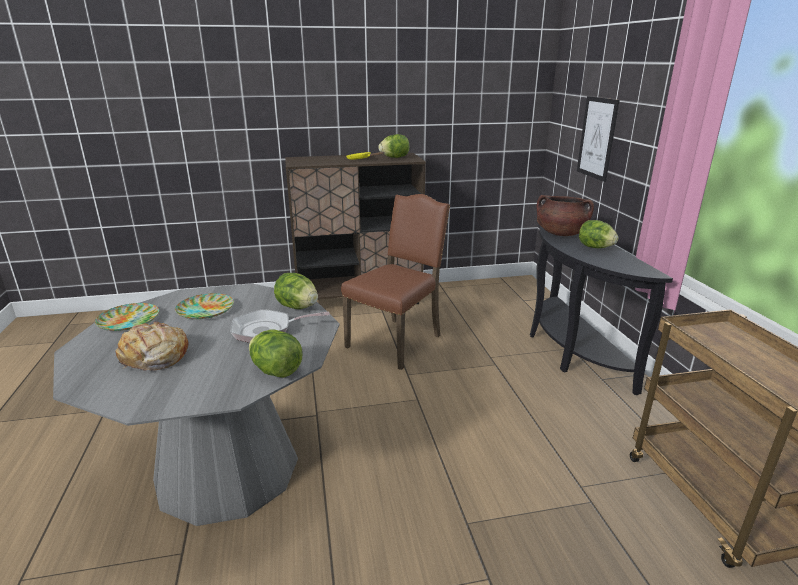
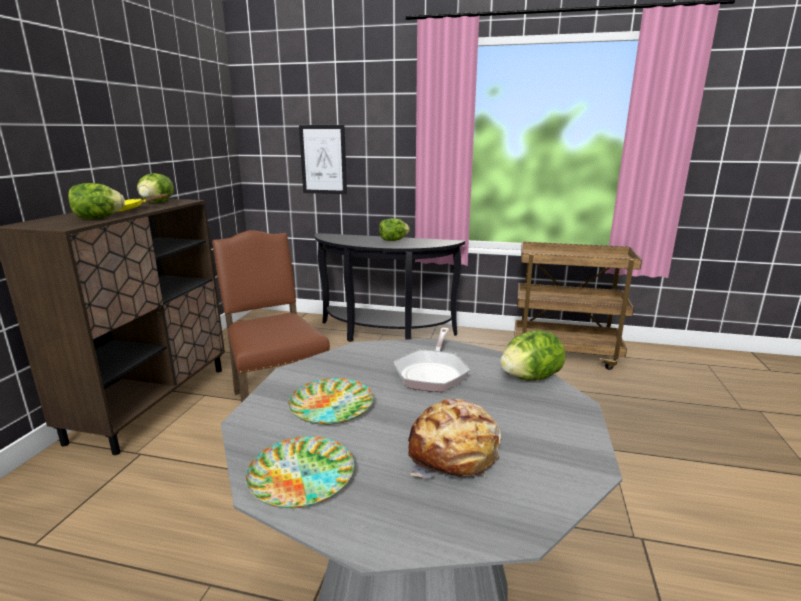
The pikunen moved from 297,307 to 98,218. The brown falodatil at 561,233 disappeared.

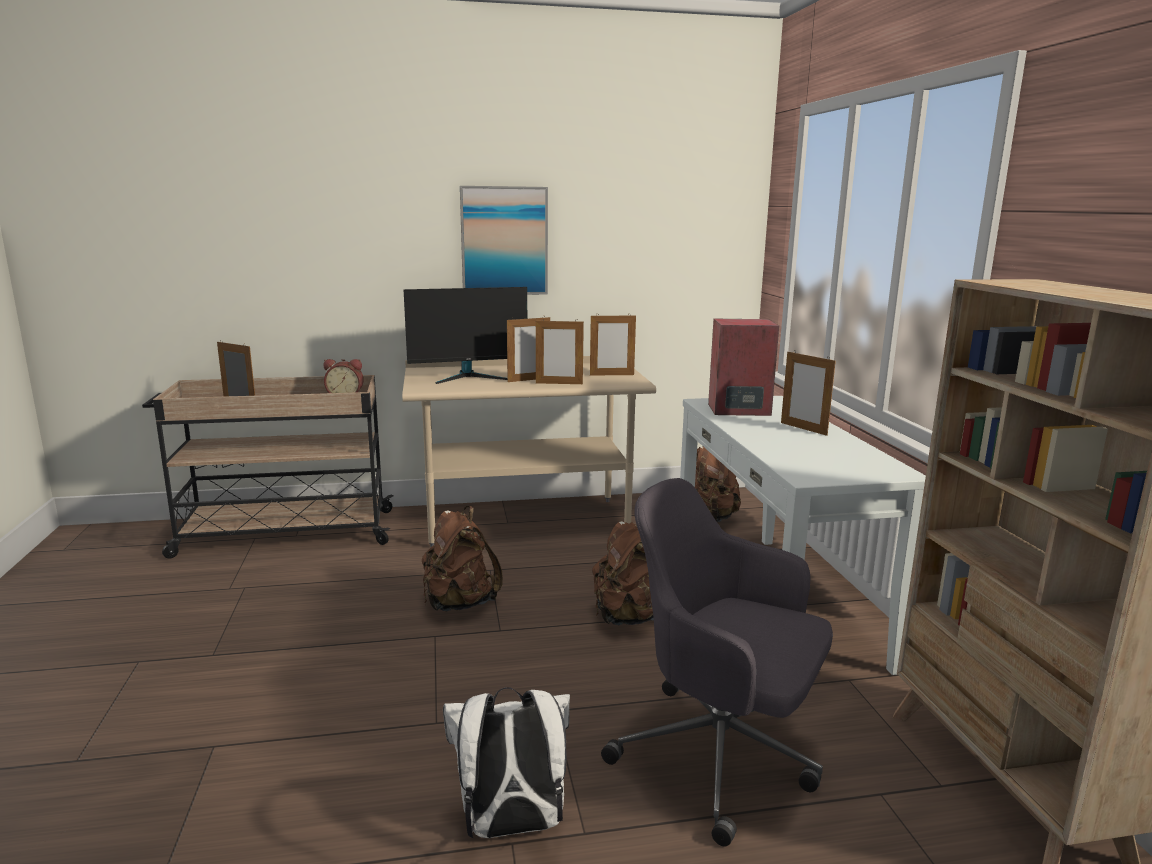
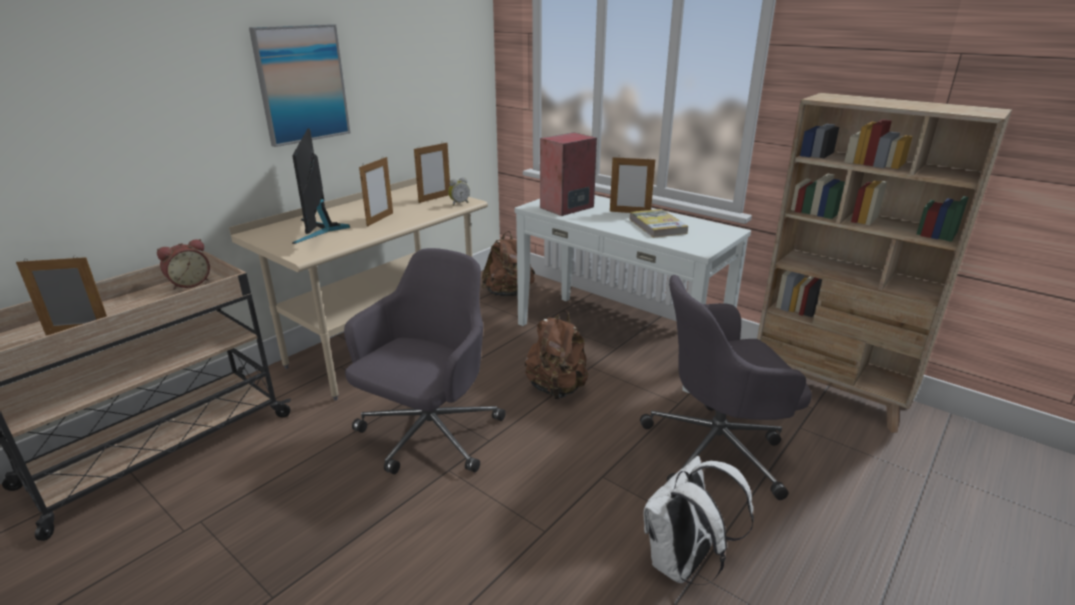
The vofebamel at 469,377 turned 135 degrees clockwise. The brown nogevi at 459,603 was replaced by the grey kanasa at 429,435. The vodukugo at 459,203 appeared. The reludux at 657,226 appeared. The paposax at 559,383 disappeared.

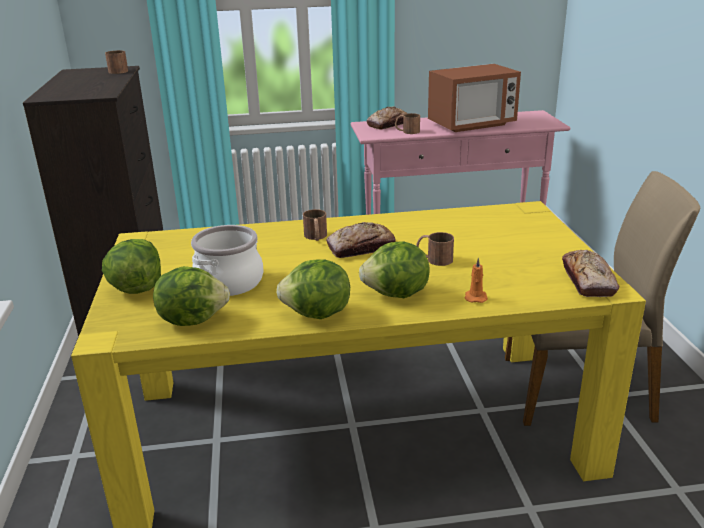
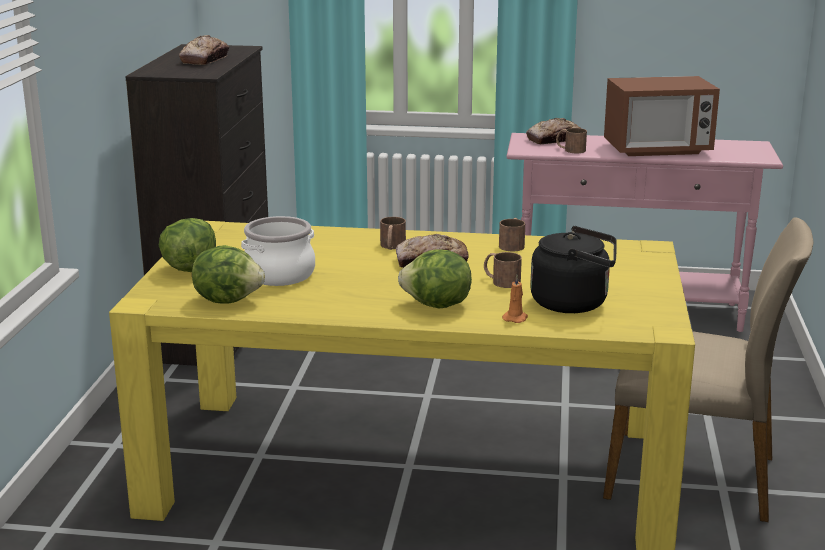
The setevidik moved from 588,281 to 205,59. The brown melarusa moved from 119,70 to 512,244. The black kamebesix at 574,303 appeared. The pikunen at 317,315 disappeared.

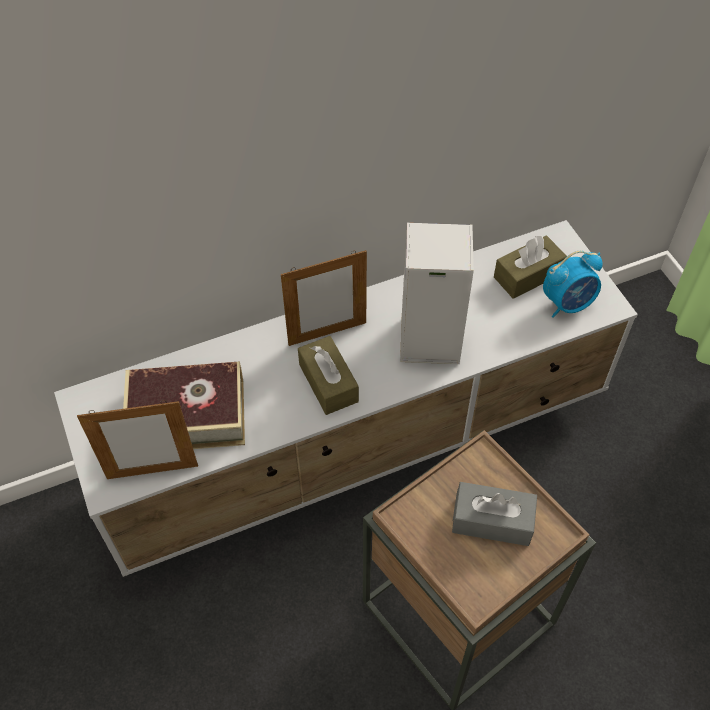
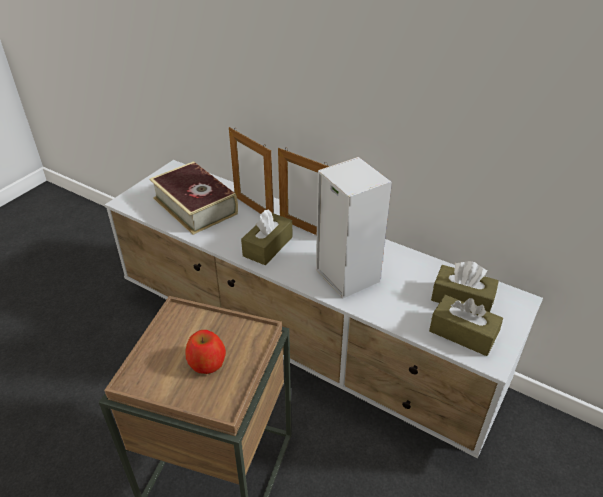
The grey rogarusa at 492,521 was replaced by the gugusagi at 207,362. The paposax moved from 152,472 to 253,208. The vodukugo at 568,304 was replaced by the brown rogarusa at 463,333.

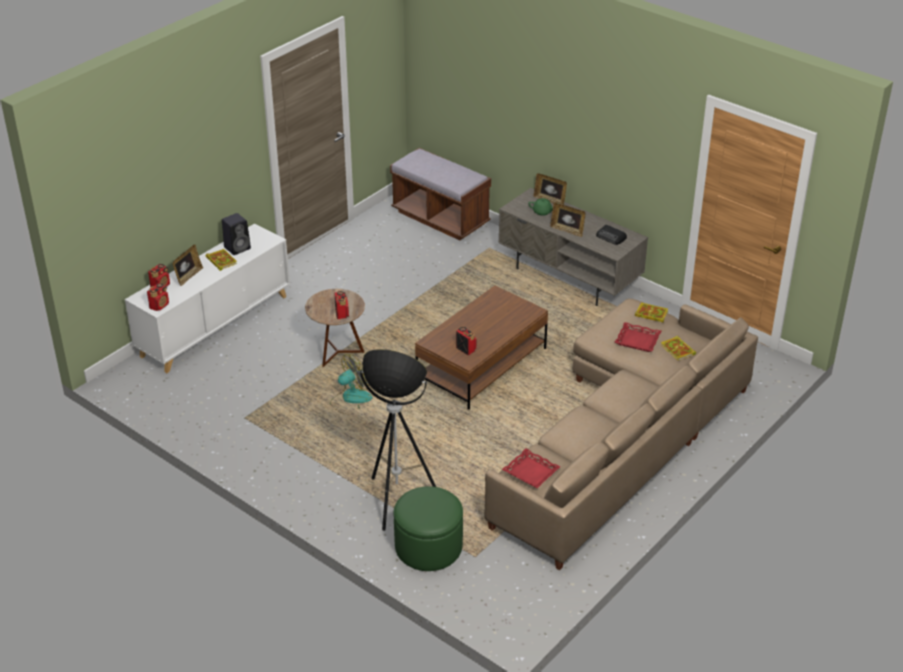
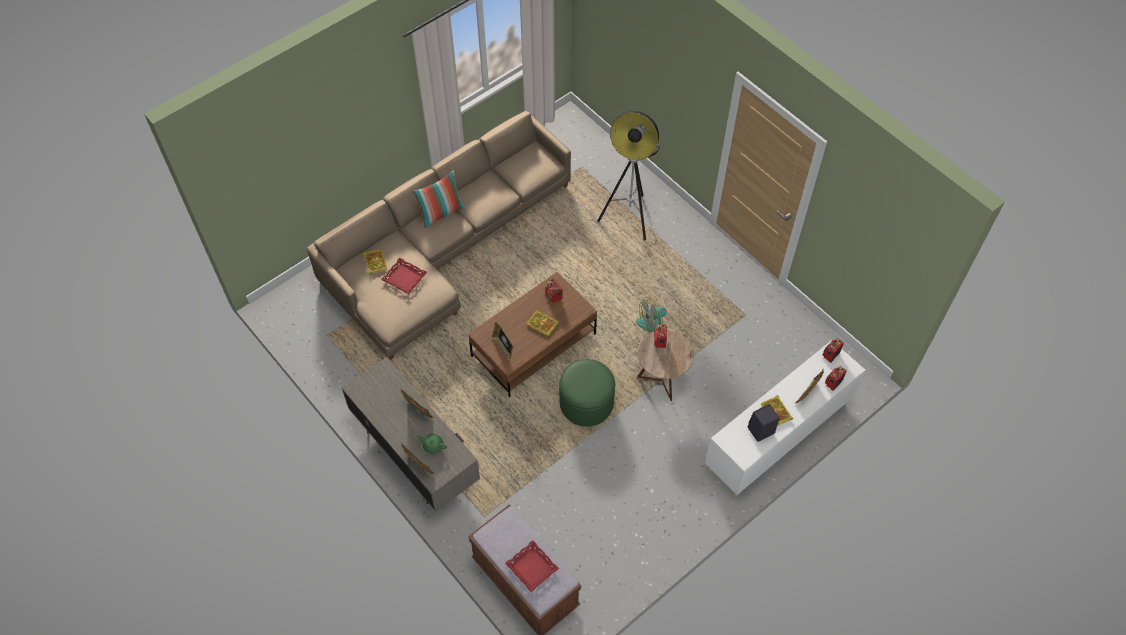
The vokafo at 441,213 appeared. The paposax at 503,348 appeared. The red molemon moved from 531,472 to 531,567. The reludux moved from 650,314 to 543,324. The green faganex moved from 428,547 to 586,403. The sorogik at 611,237 disappeared.

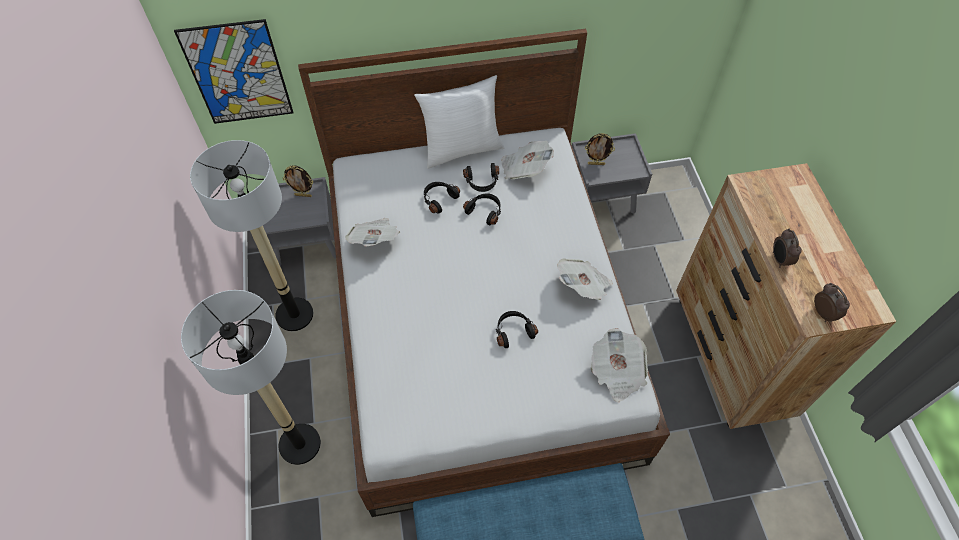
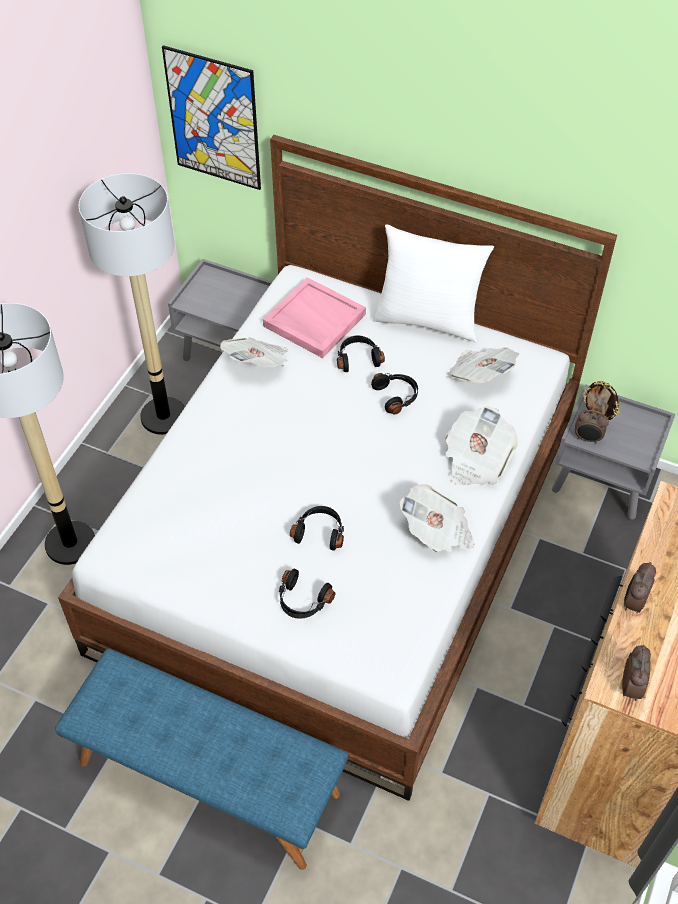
The pink molemon at 313,320 appeared. The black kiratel moved from 482,182 to 302,601. The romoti moved from 617,372 to 476,460. The vodukugo at 587,439 appeared. The paposax at 303,195 disappeared.

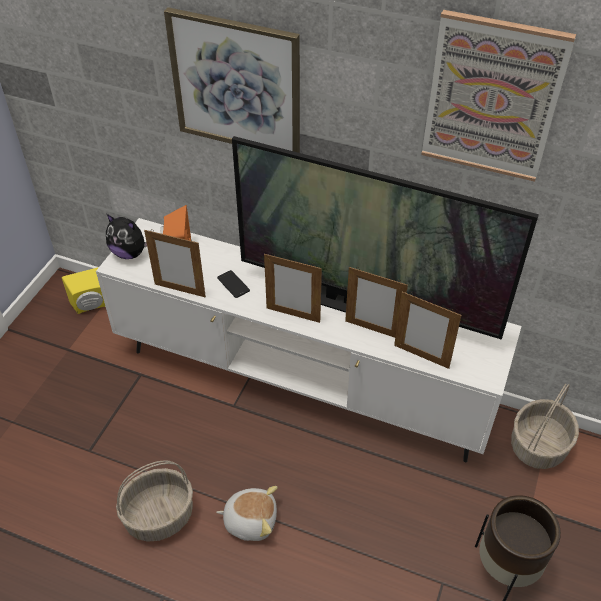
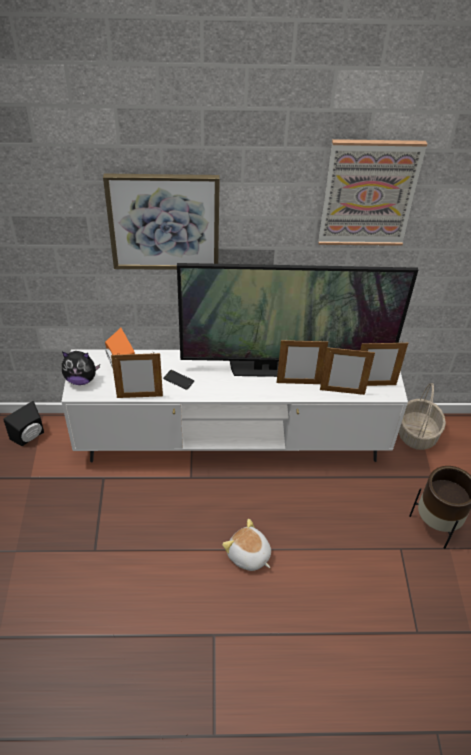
The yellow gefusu at 91,306 became the black gefusu at 30,436. The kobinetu at 250,520 turned 120 degrees counterclockwise. The paposax moved from 293,315 to 374,385. The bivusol at 160,515 disappeared.

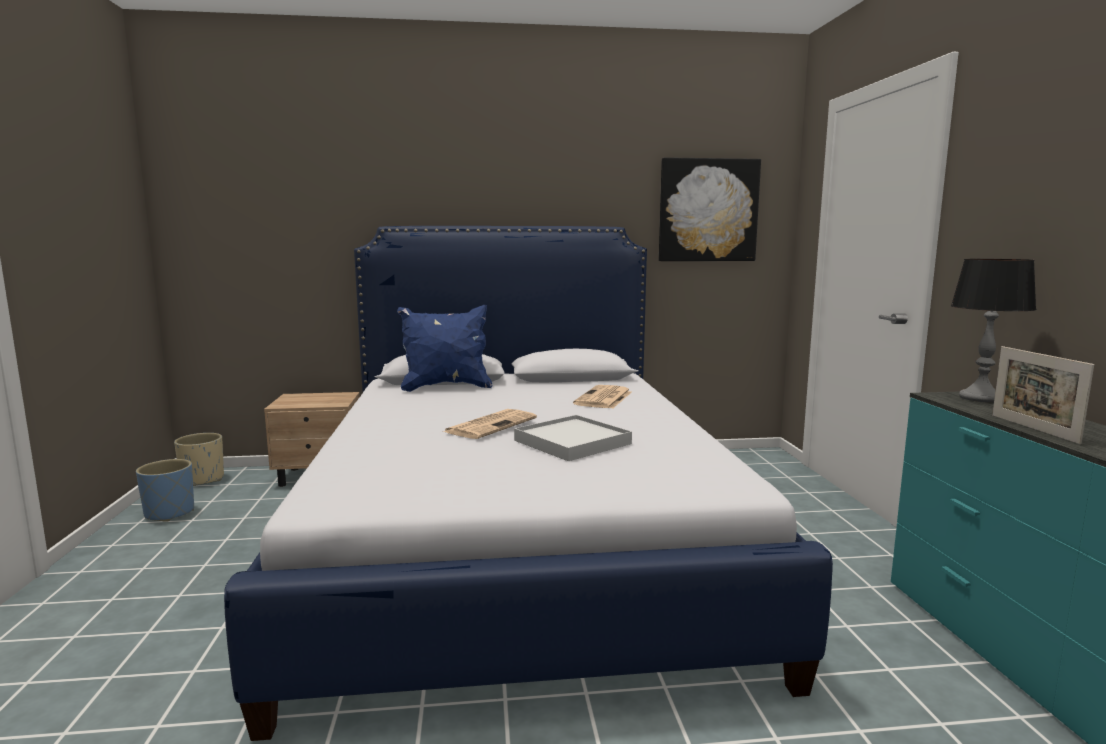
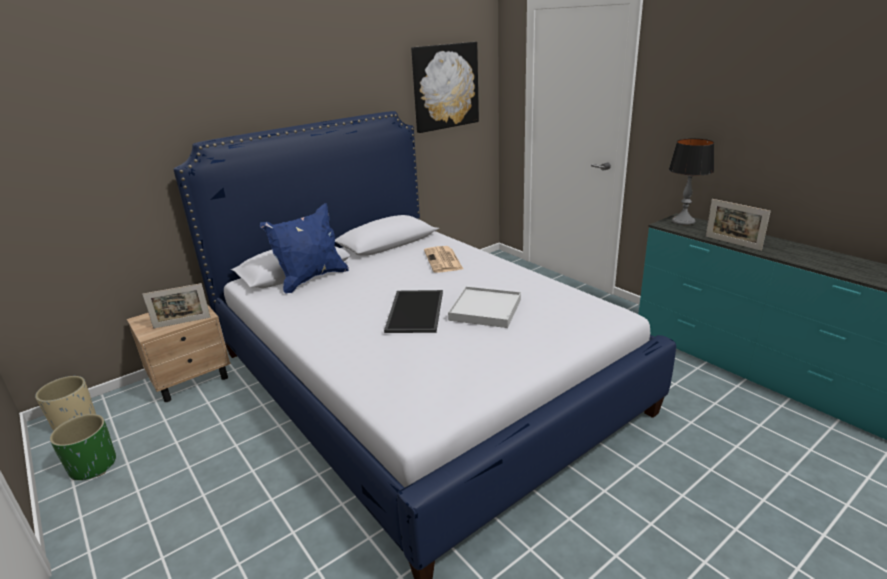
The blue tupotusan at 169,513 became the green tupotusan at 93,466. The paposax at 182,322 appeared. The romoti at 491,425 was replaced by the molemon at 414,311.

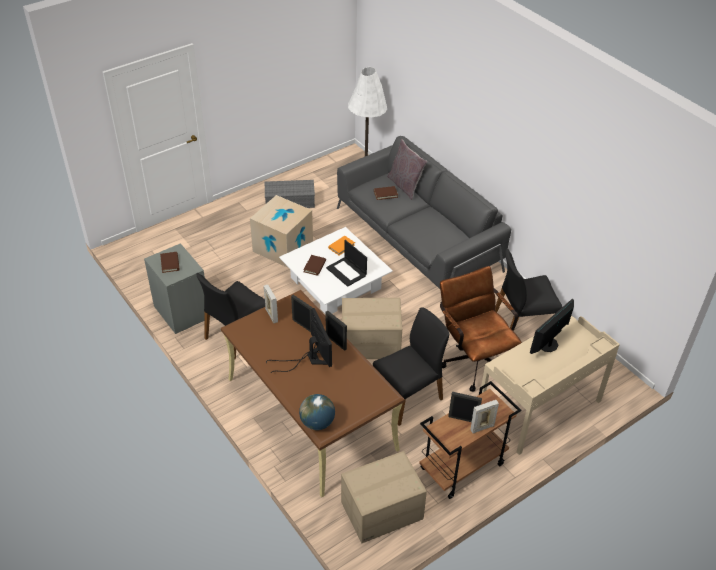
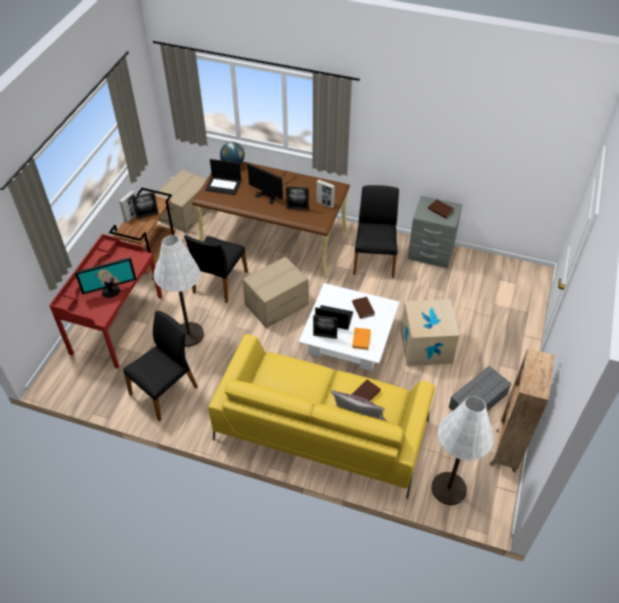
The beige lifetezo at 539,407 became the red lifetezo at 116,324. The vofebamel at 548,345 turned 60 degrees clockwise. The brown kanasa at 473,359 was replaced by the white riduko at 189,334. The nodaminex at 224,185 appeared. The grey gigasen at 417,239 became the yellow gigasen at 321,429. The paposax moved from 336,342 to 325,336. The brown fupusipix at 505,451 appeared.

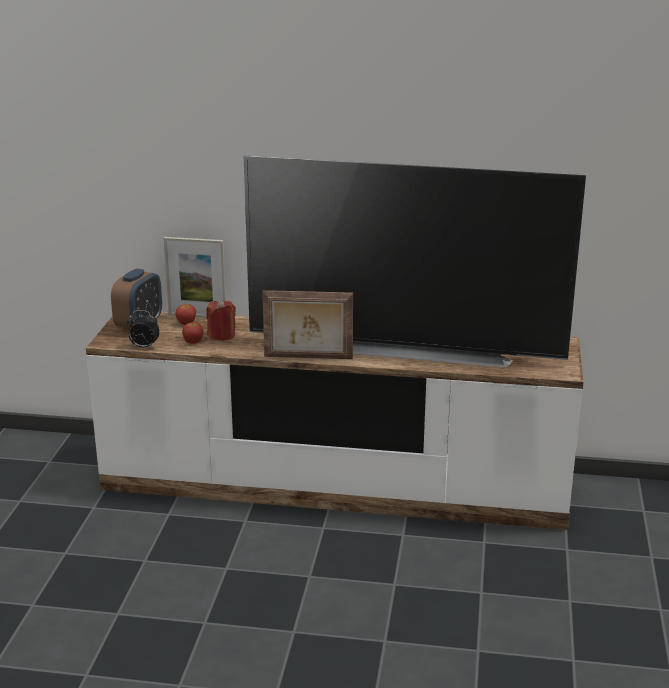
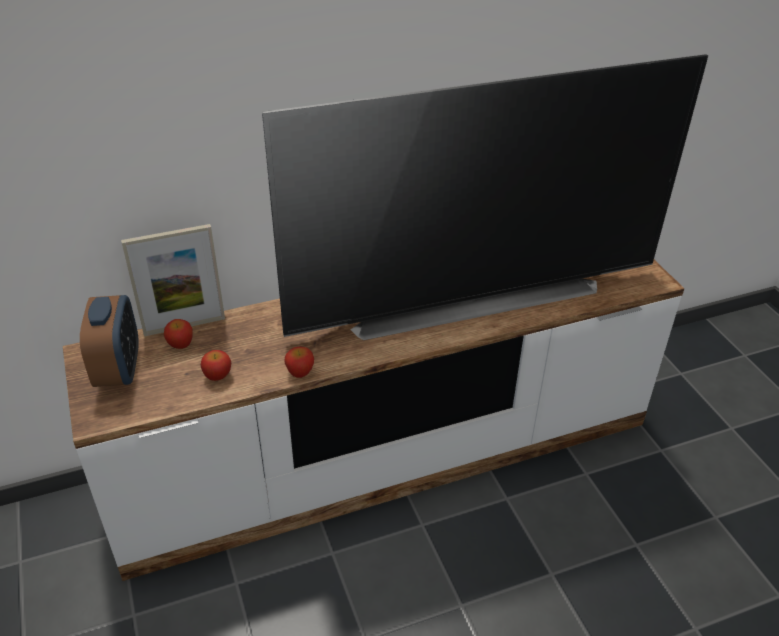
The gugusagi at 300,372 appeared. The vodukugo at 144,347 disappeared. The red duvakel at 222,335 disappeared. The paposax at 308,358 disappeared.

